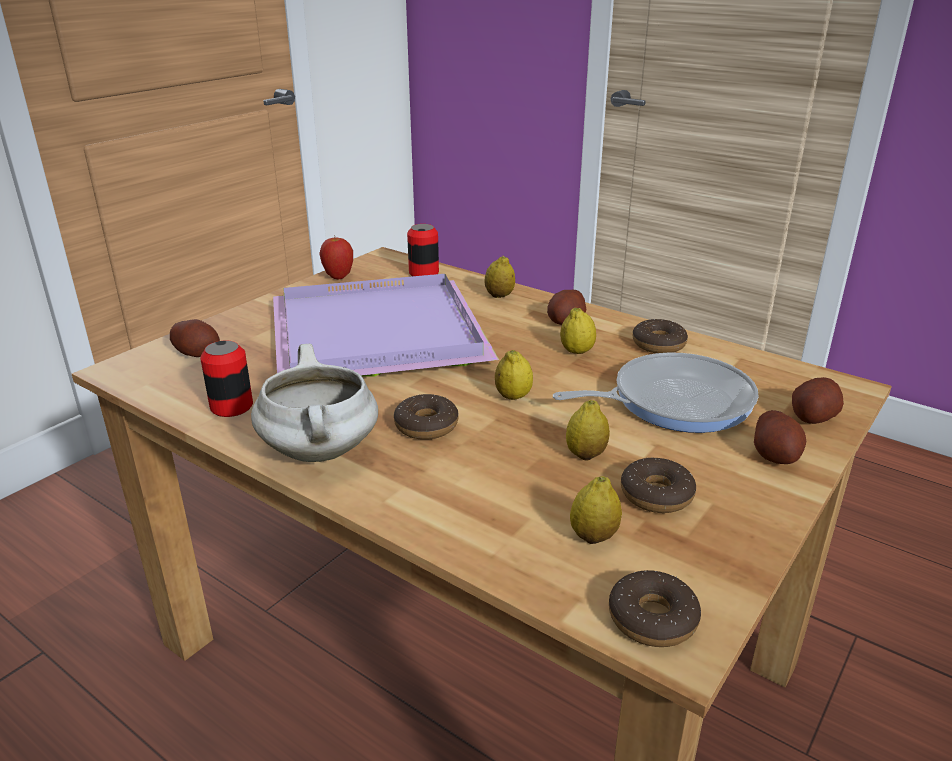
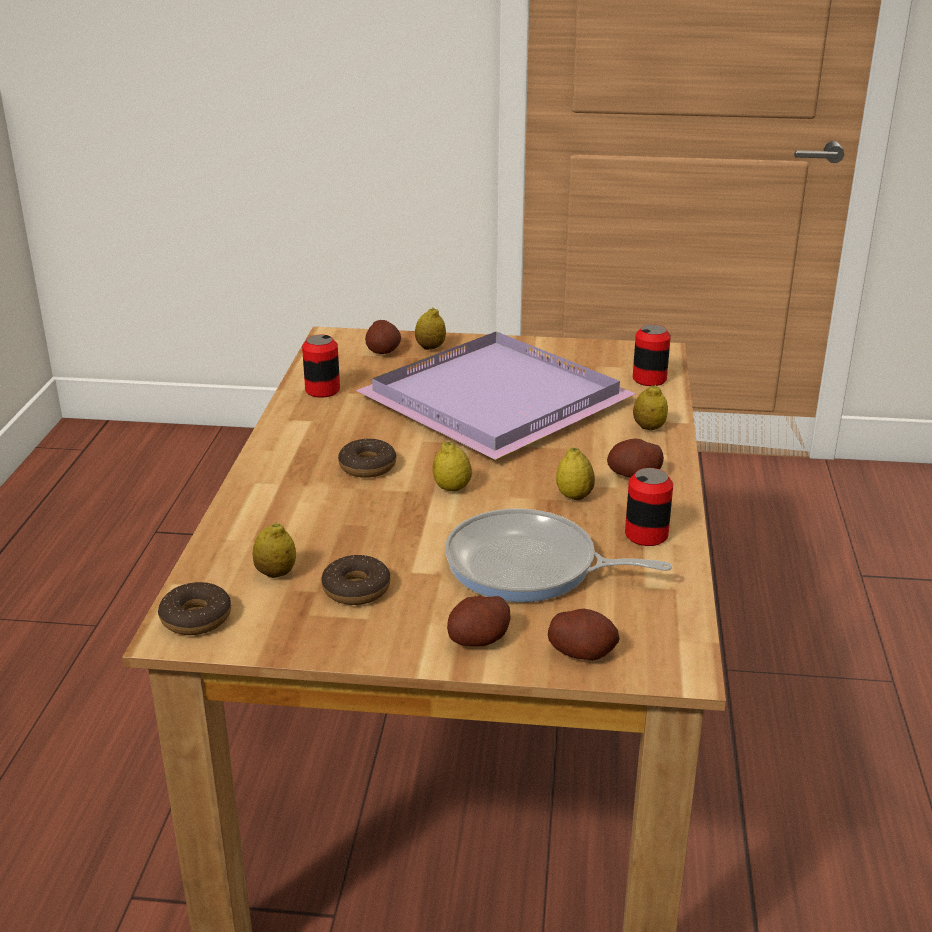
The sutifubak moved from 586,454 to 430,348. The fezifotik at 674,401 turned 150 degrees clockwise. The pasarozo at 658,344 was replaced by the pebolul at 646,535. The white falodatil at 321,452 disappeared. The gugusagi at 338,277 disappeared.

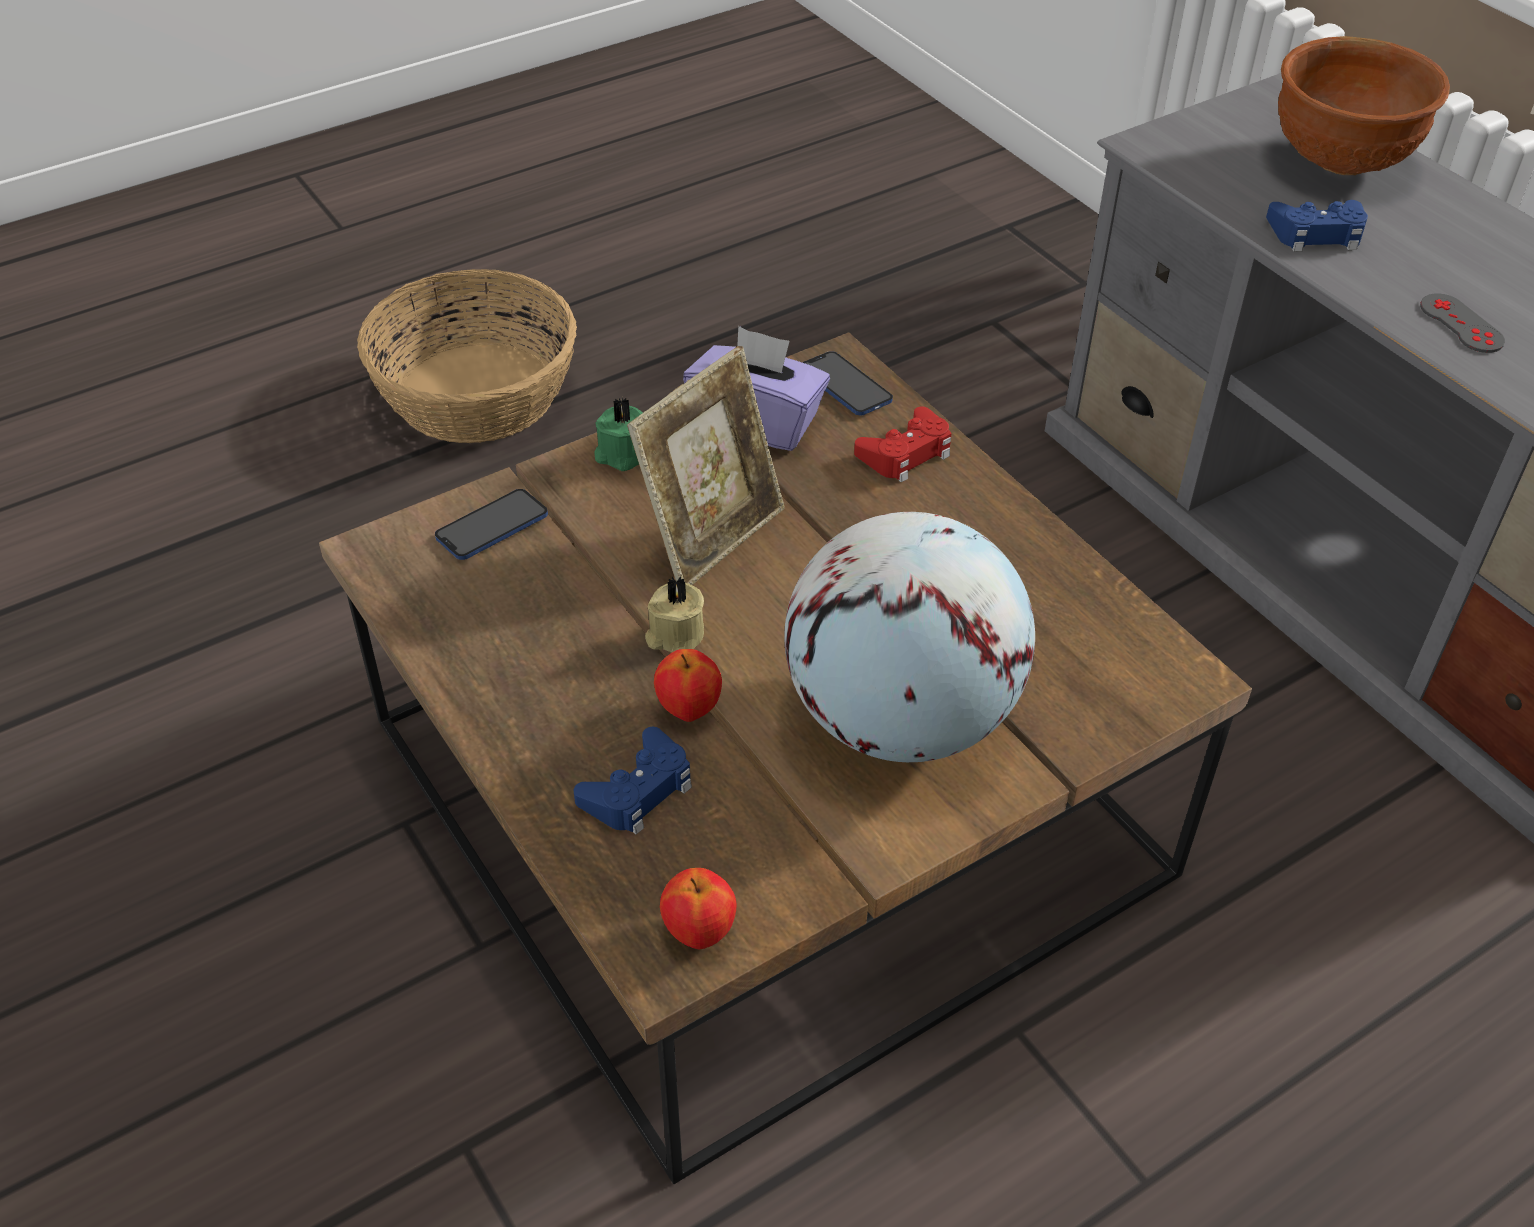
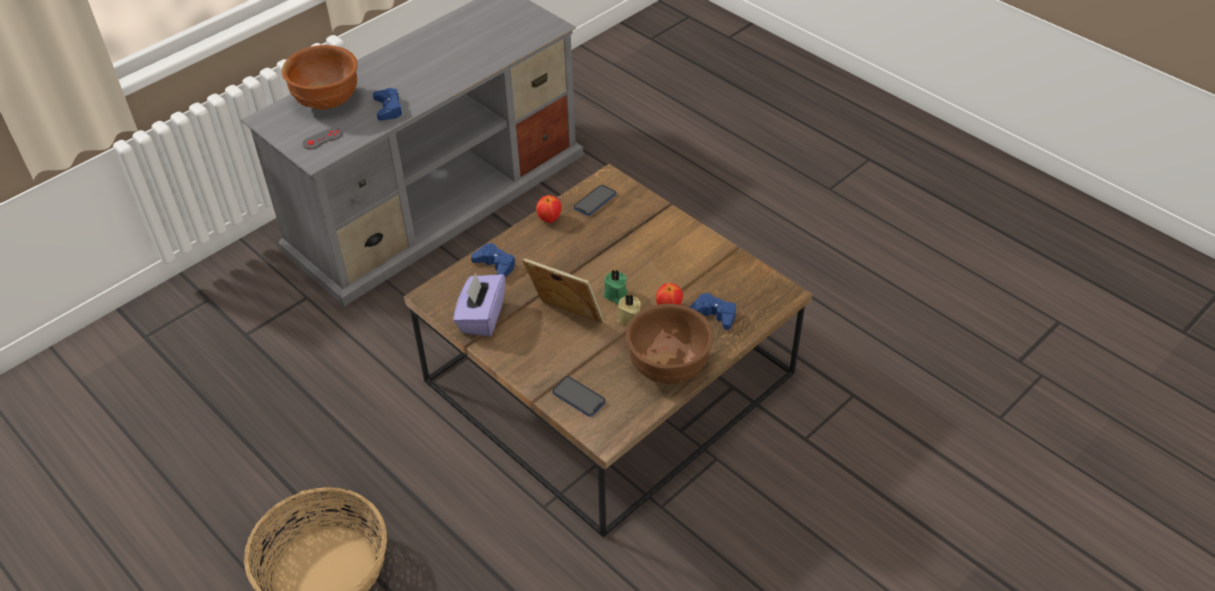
The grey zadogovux moved from 1461,324 to 322,139. The red zadogovux at 906,453 became the blue zadogovux at 495,265. The gugusagi moved from 699,932 to 549,219. The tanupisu moved from 845,386 to 595,201. The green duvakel moved from 621,454 to 615,295. The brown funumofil at 669,368 appeared. The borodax at 901,718 disappeared.

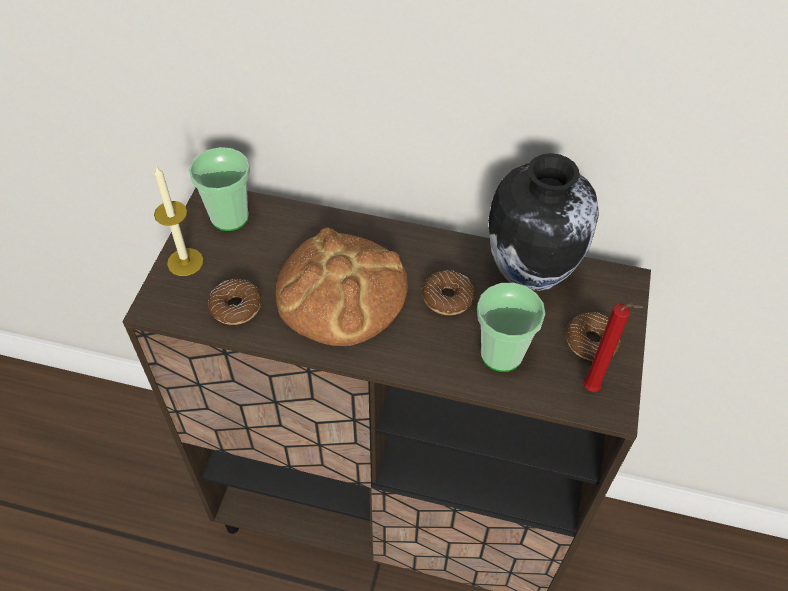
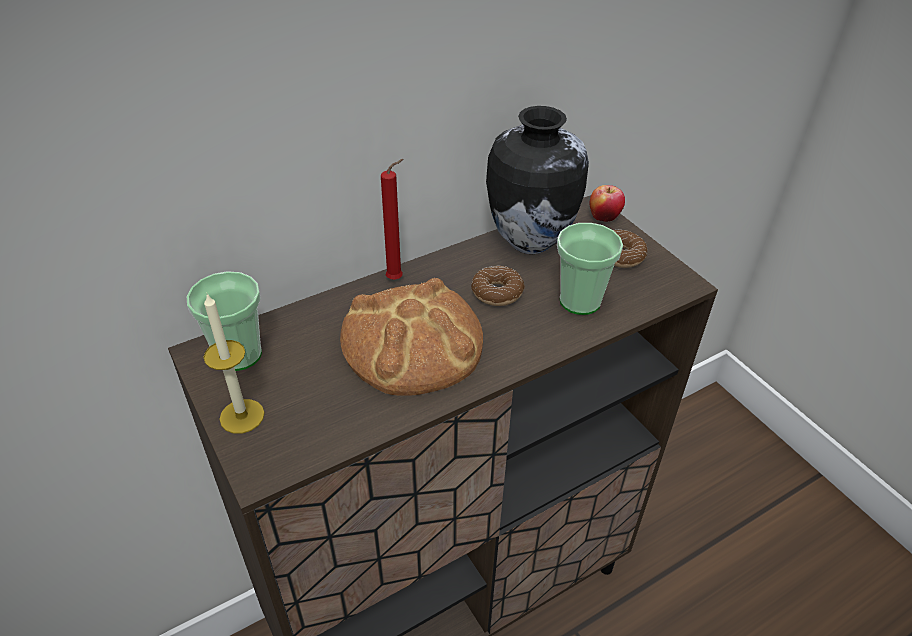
The red duvakel moved from 593,389 to 397,279. The gugusagi at 604,217 appeared. The pasarozo at 236,307 disappeared.

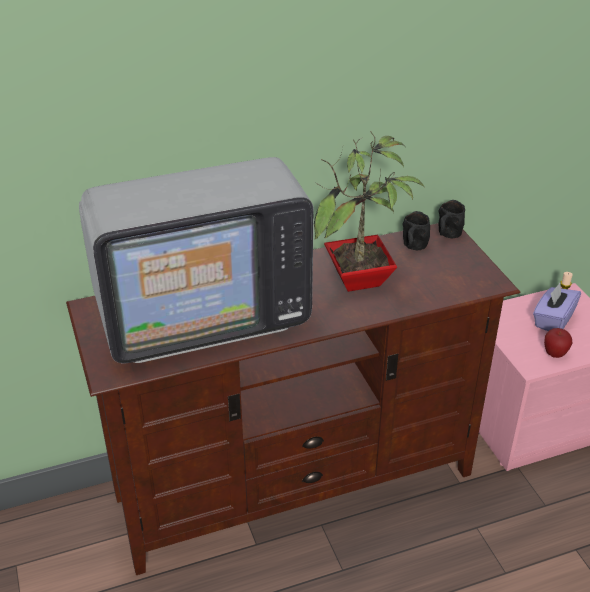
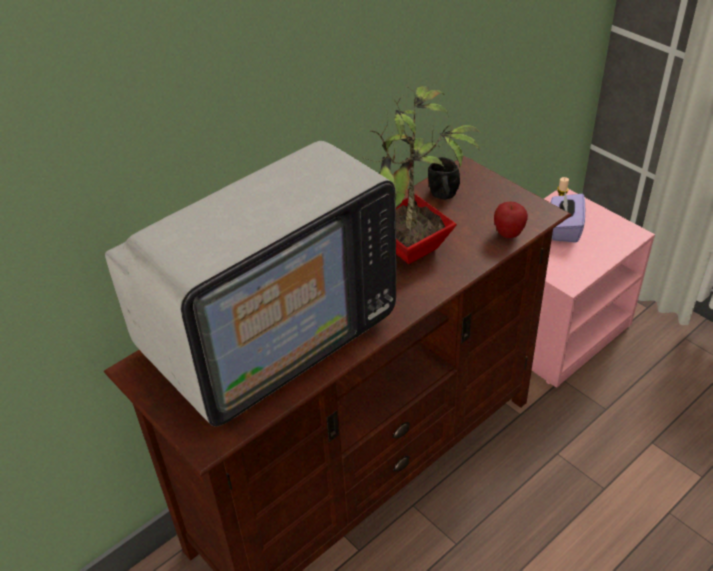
The gugusagi moved from 555,354 to 508,234. The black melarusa at 447,236 disappeared.

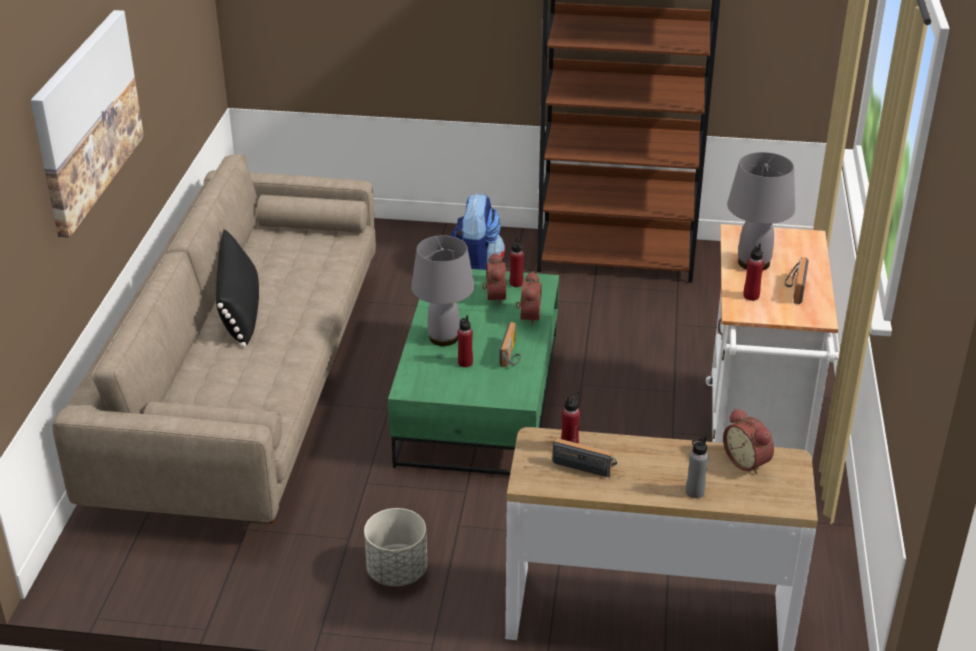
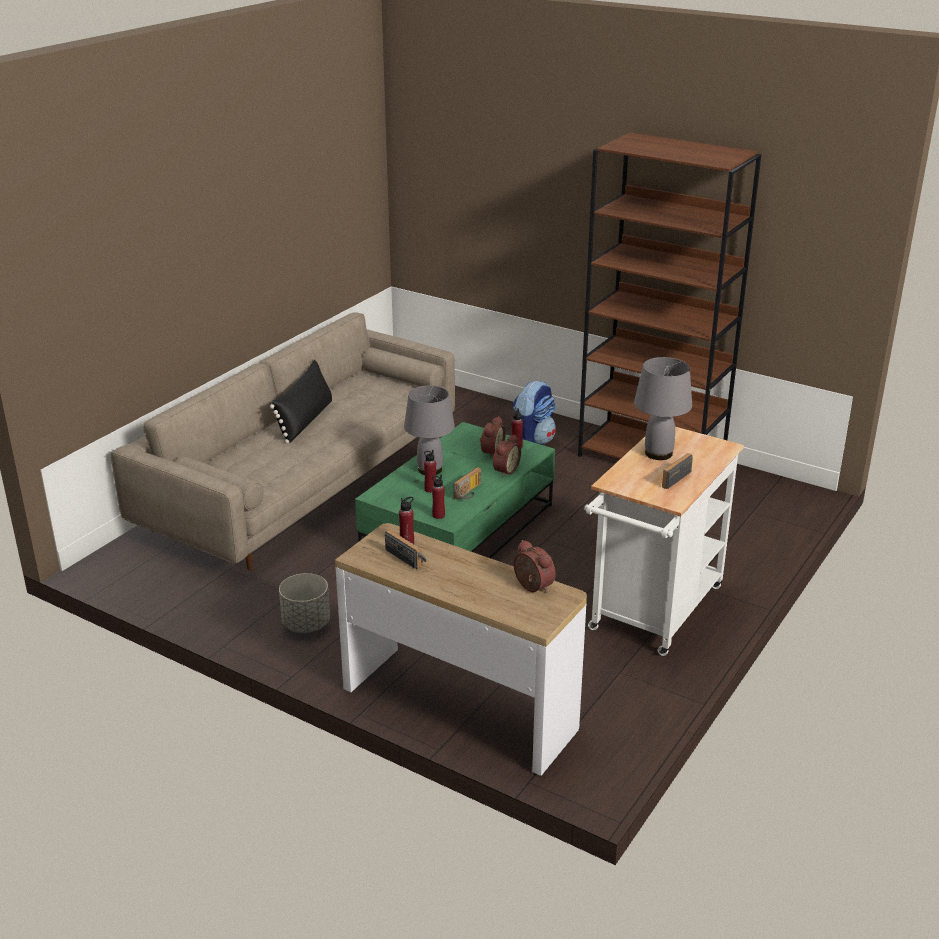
The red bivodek moved from 751,296 to 438,515. The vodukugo at 748,461 turned 150 degrees clockwise. The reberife at 86,119 disappeared. The grey bivodek at 694,492 disappeared.

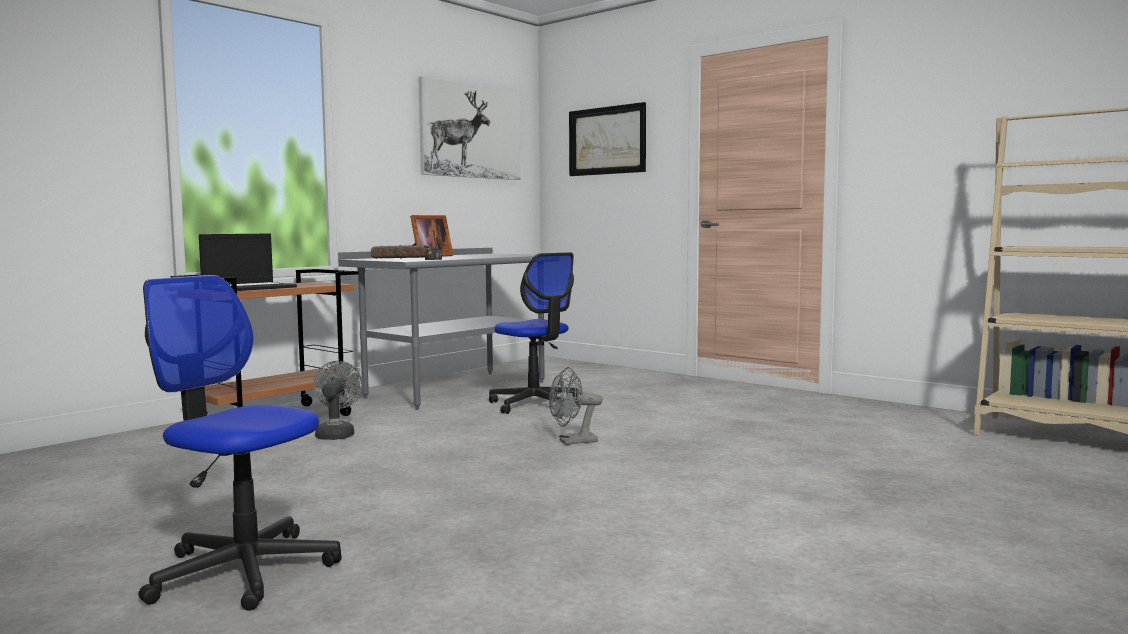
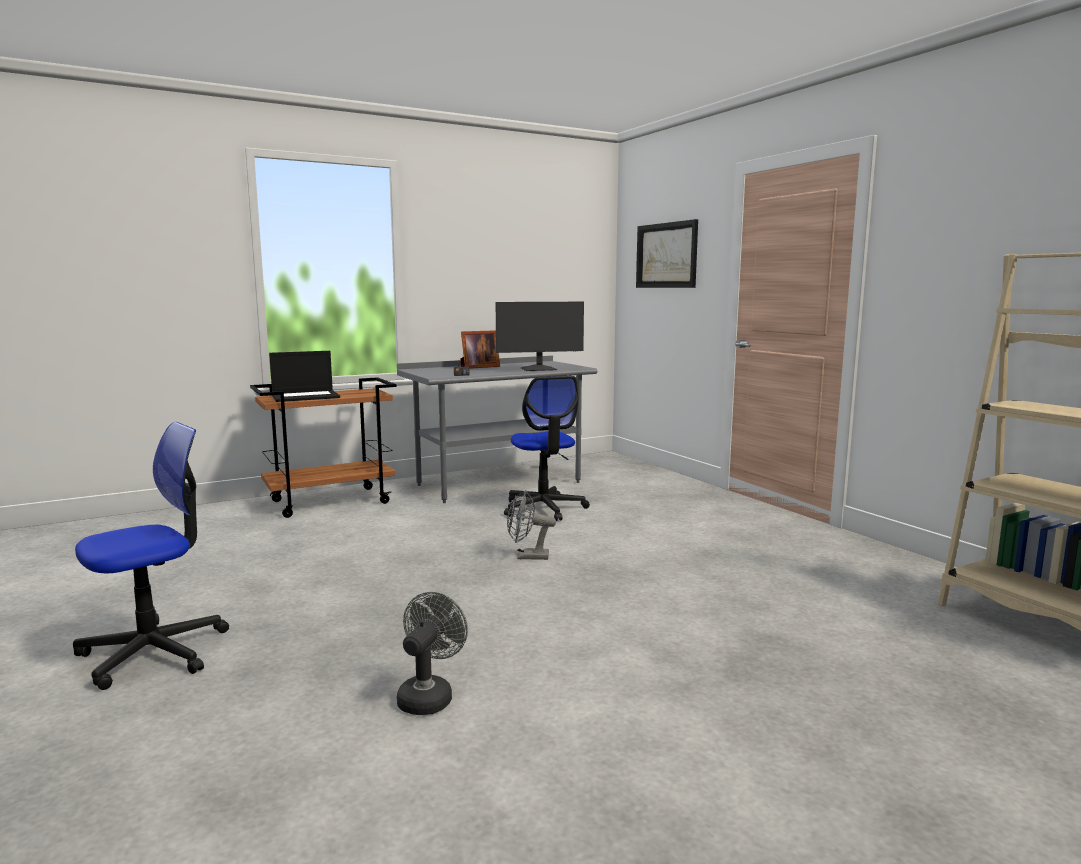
The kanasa at 243,571 turned 90 degrees clockwise. The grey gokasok moved from 336,434 to 429,695. The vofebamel at 539,369 appeared. The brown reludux at 400,258 disappeared. The reberife at 471,131 disappeared.

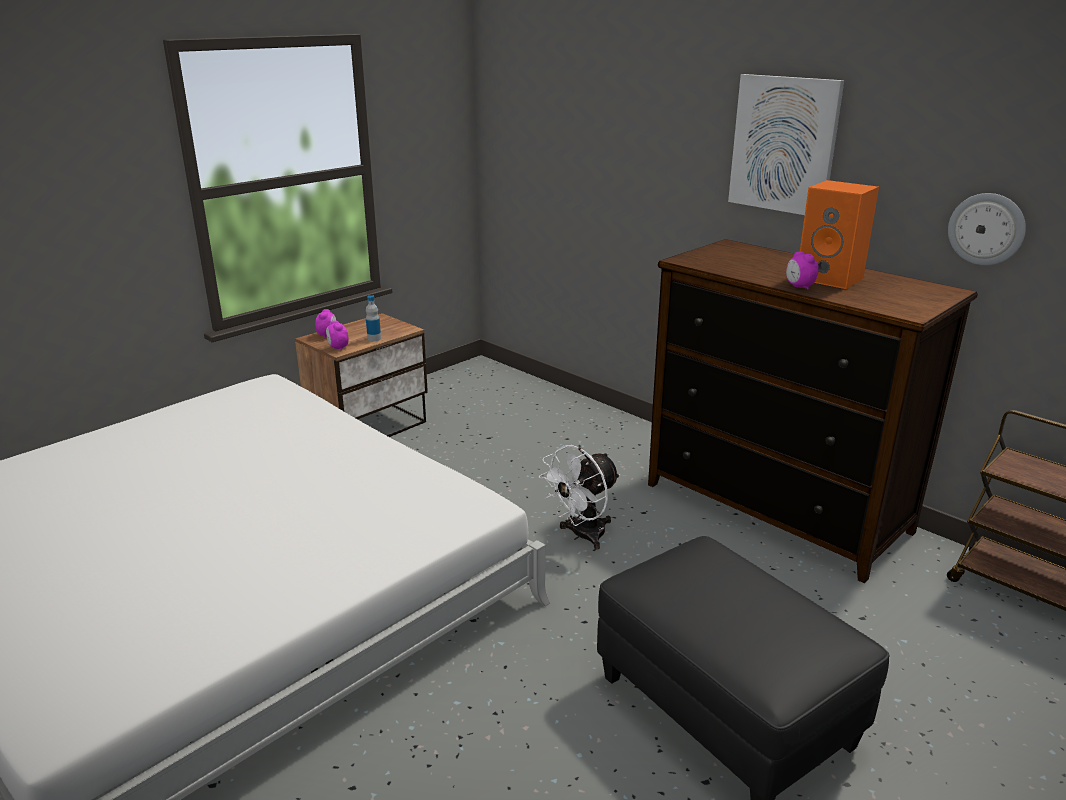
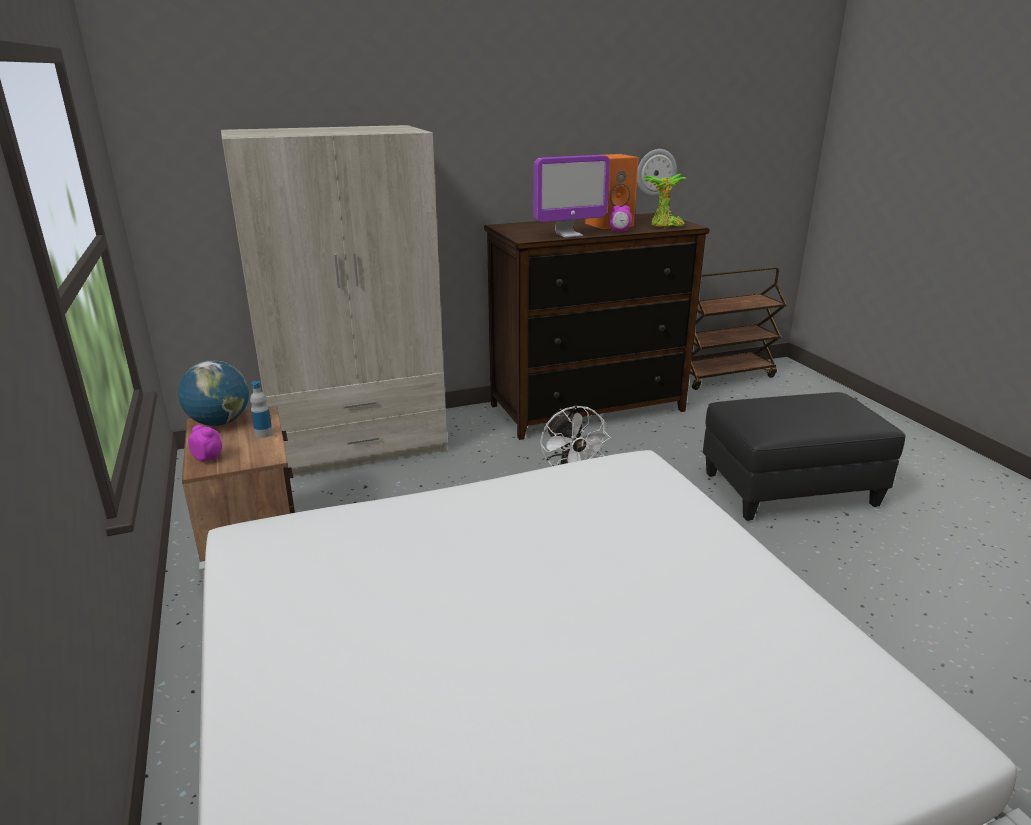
The borodax at 219,423 appeared. The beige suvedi at 358,445 appeared. The vofebamel at 569,234 appeared. The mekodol at 664,226 appeared. The vodukugo at 338,347 disappeared. The reberife at 784,144 disappeared.

